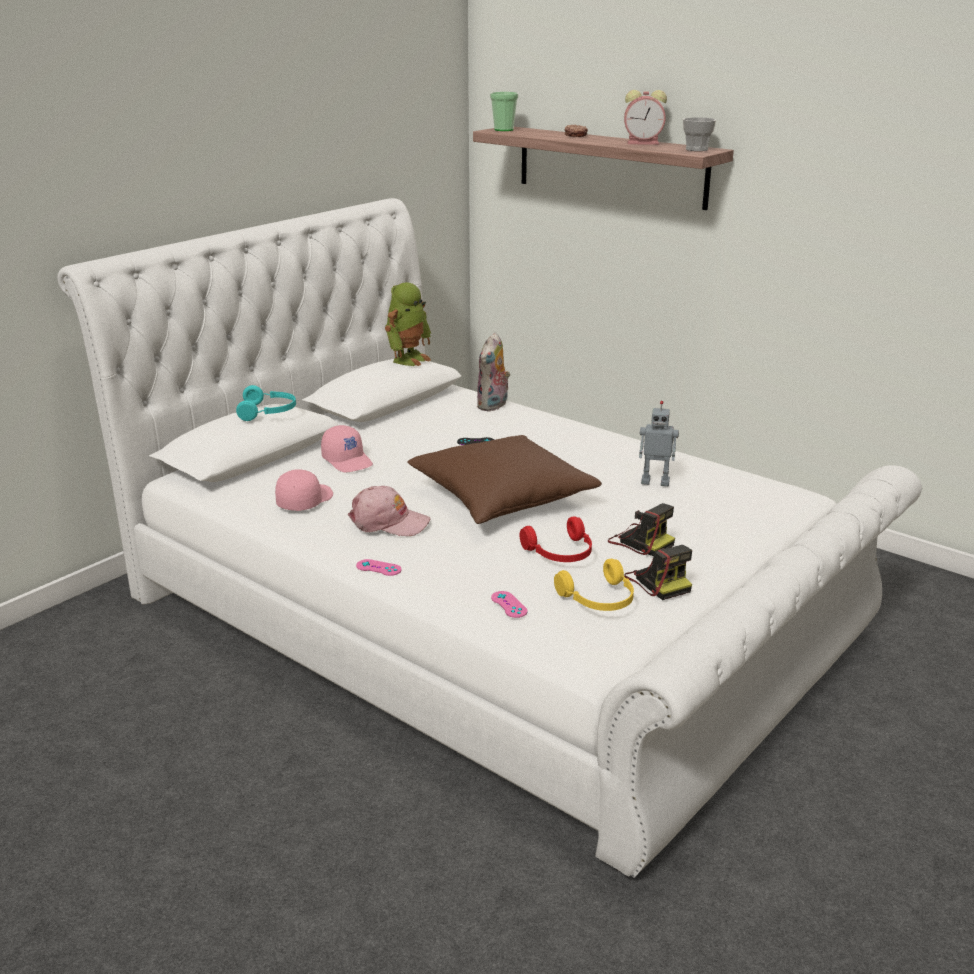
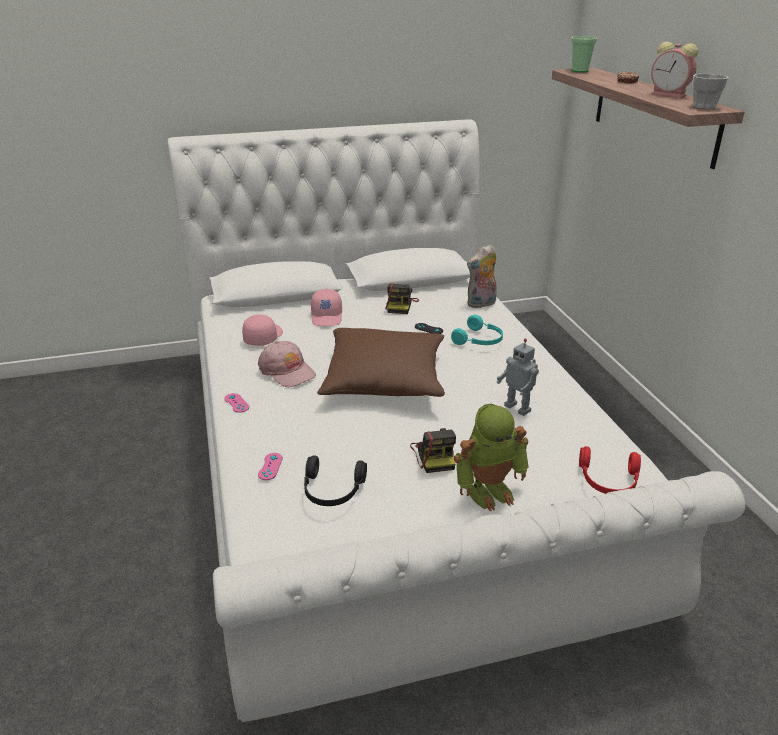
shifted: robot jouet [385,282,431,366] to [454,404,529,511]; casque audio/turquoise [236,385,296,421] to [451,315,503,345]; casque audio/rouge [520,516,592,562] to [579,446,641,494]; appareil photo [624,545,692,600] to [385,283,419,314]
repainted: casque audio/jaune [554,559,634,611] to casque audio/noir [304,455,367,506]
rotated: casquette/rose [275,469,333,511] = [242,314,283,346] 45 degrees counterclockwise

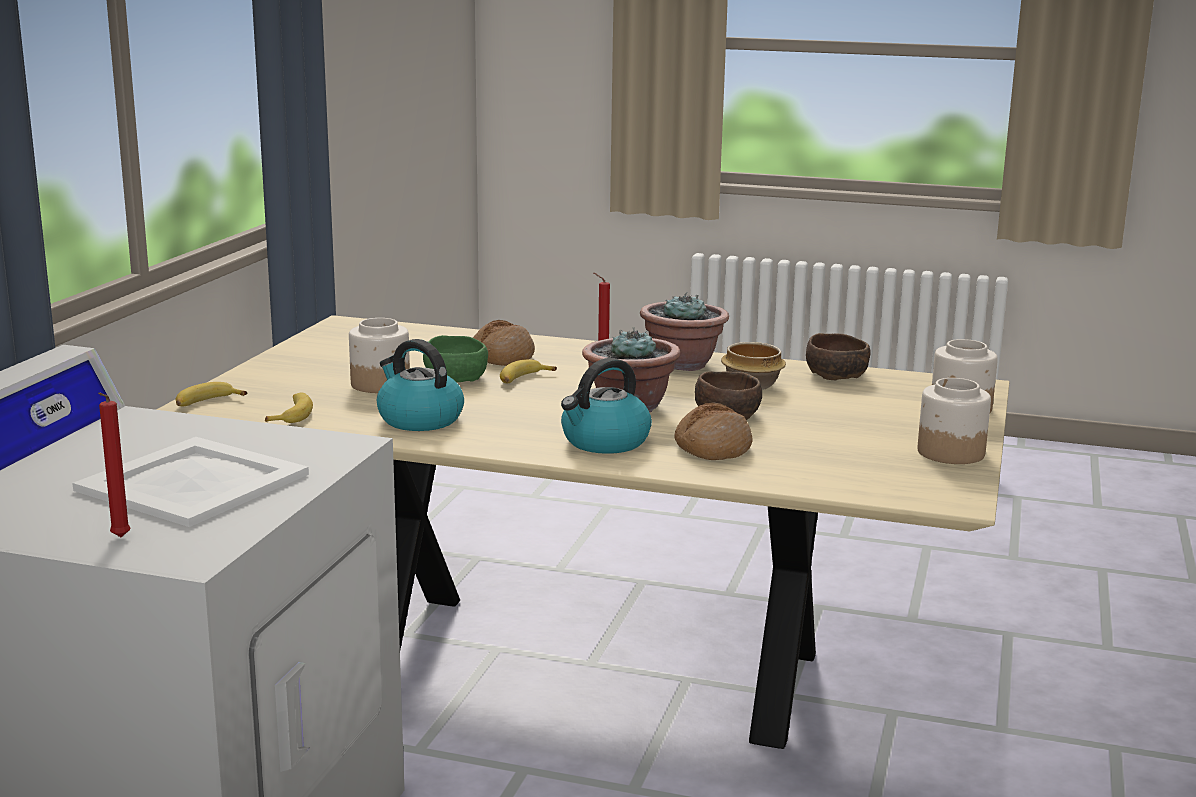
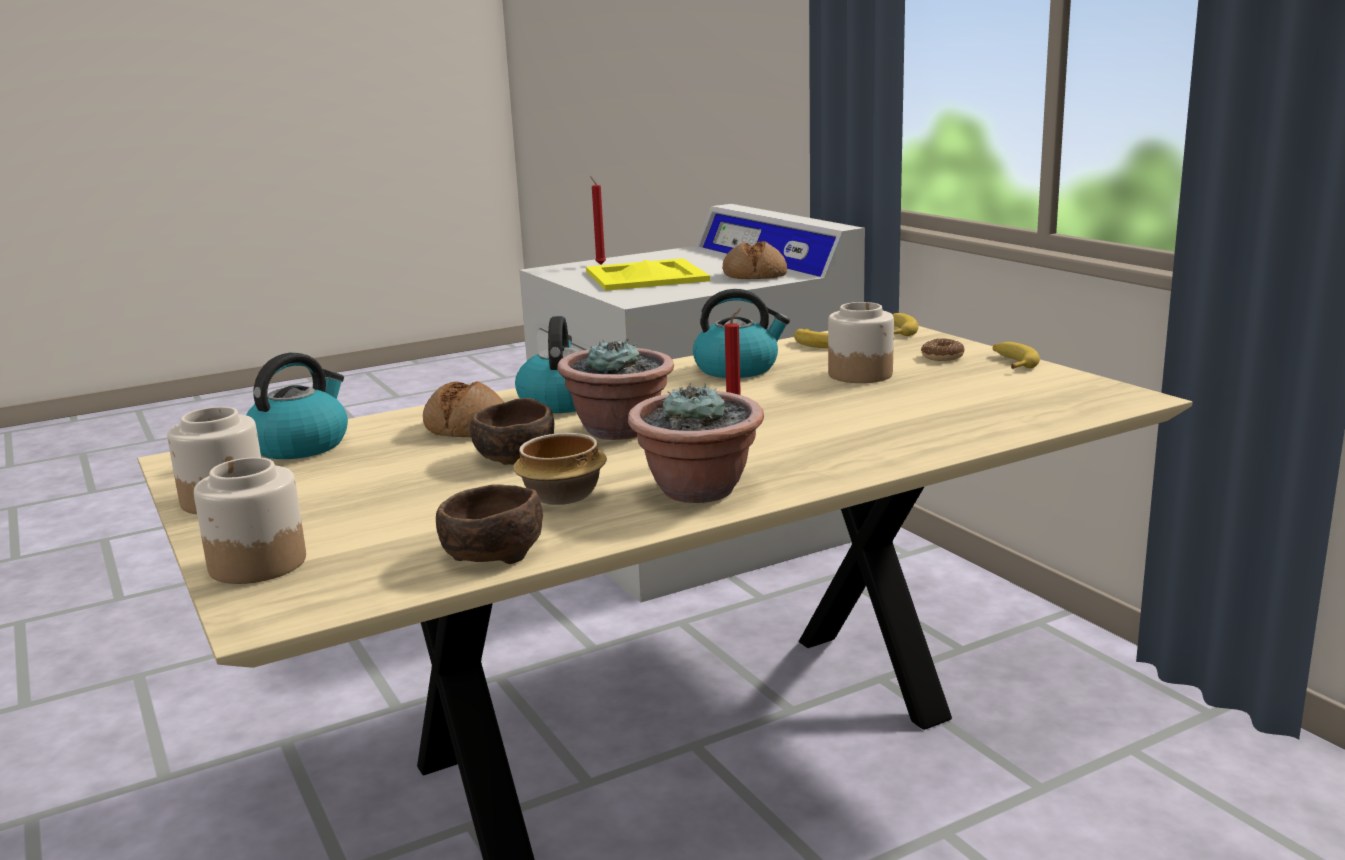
gone: bol/vert [423,335,488,382]
new: beignet [921,338,965,361]; bouilloire [246,353,348,459]
shifted: pain [473,320,535,366] to [722,241,787,279]; banane [500,359,557,383] to [993,342,1040,369]
repainted: plateau/blanc [72,437,309,527] to plateau/jaune [586,258,710,291]

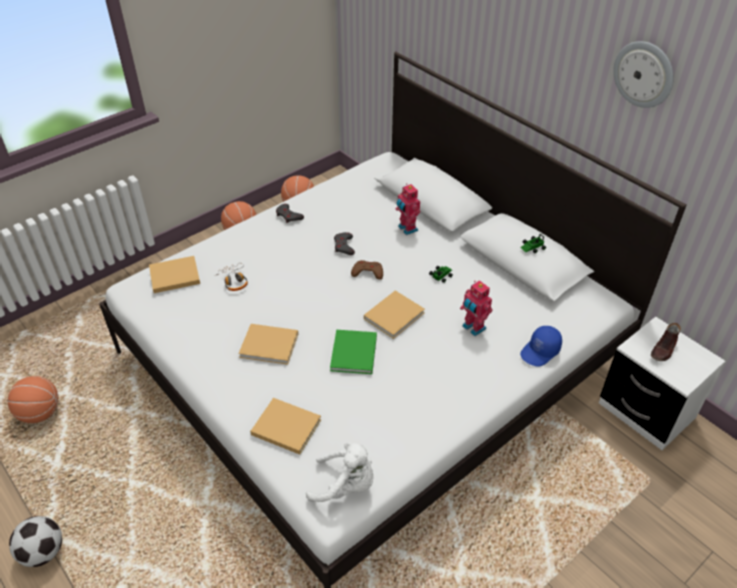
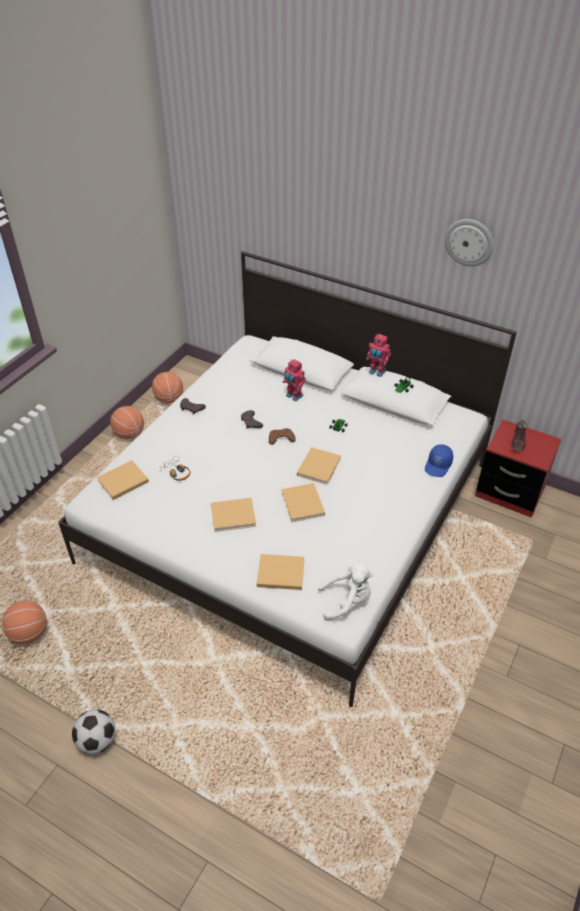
shifted: robot jouet [460,280,493,336] to [367,334,391,377]
repainted: table de chevet/blanc [599,317,725,450] to table de chevet/rouge [475,420,562,518]; livre/vert [330,330,377,374] to livre/beige [282,483,325,522]

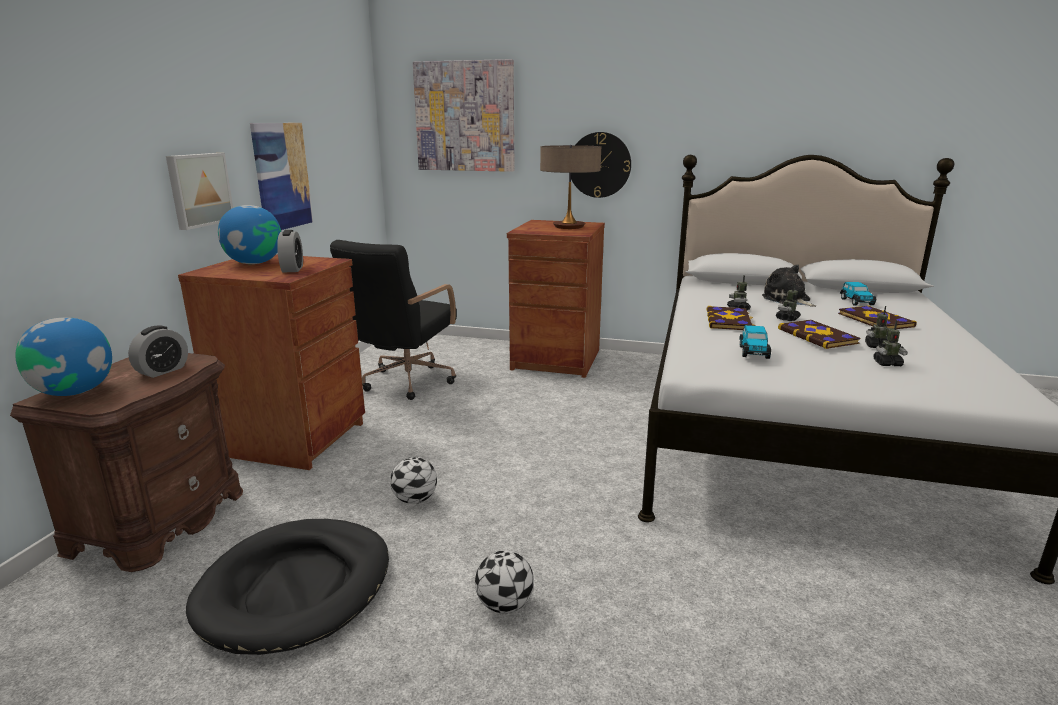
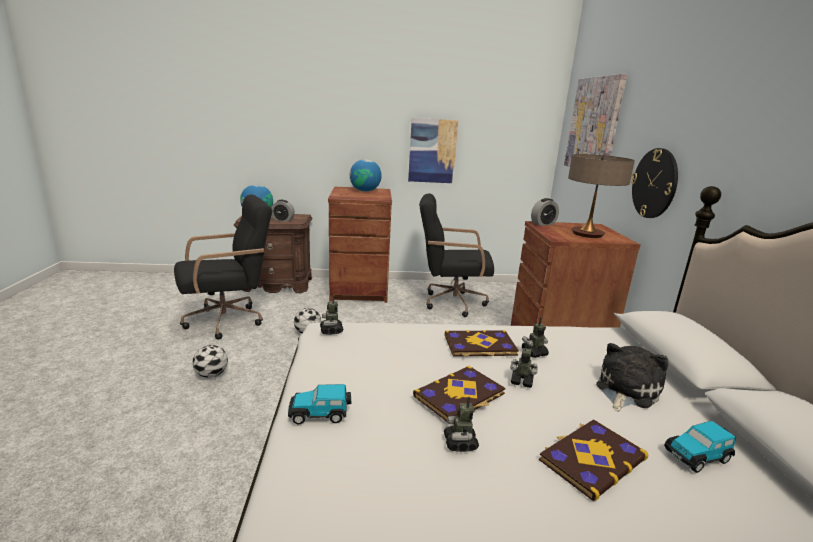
gone: tableau [166,153,233,230]
shifted: réveil [277,230,303,272] to [531,198,559,226]; robot jouet [874,320,908,366] to [320,295,343,335]; petite voiture [739,325,771,359] to [288,384,351,424]
swapped: panier pour chien/noir [186,519,389,655] to chaise de bureau/noir [174,195,273,340]

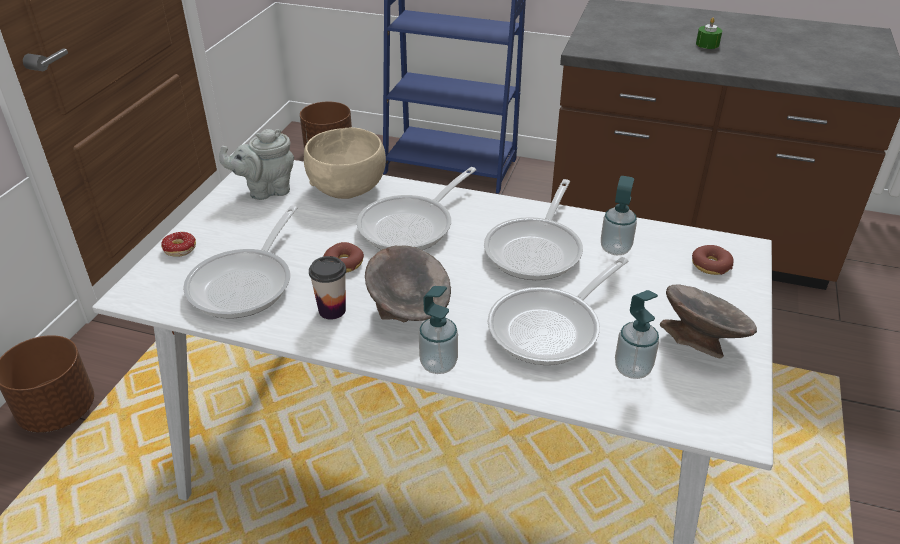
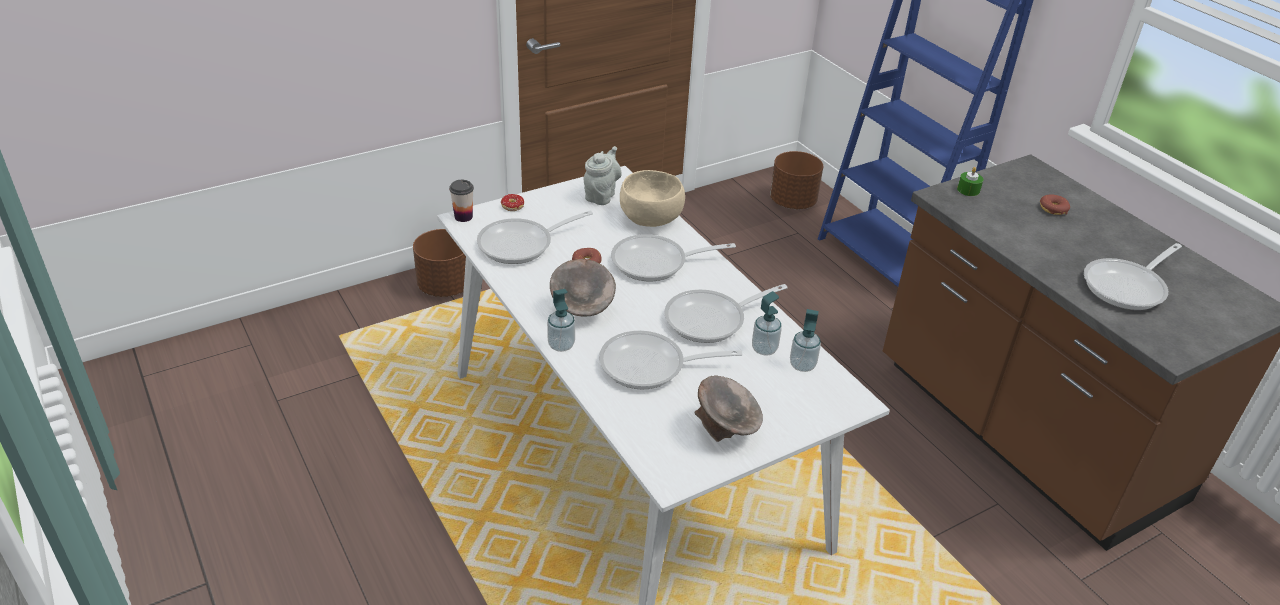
new: poêle [1084,243,1182,310]
shifted: bougie/vert [696,18,722,49] to [957,167,983,196]; beignet [692,245,734,275] to [1040,194,1070,215]; tasse [309,256,346,319] to [449,180,474,222]; distributeur de savon [615,290,659,379] to [790,309,821,372]
rotated: théière/gris [219,129,294,200] = [583,146,621,205] 90 degrees clockwise

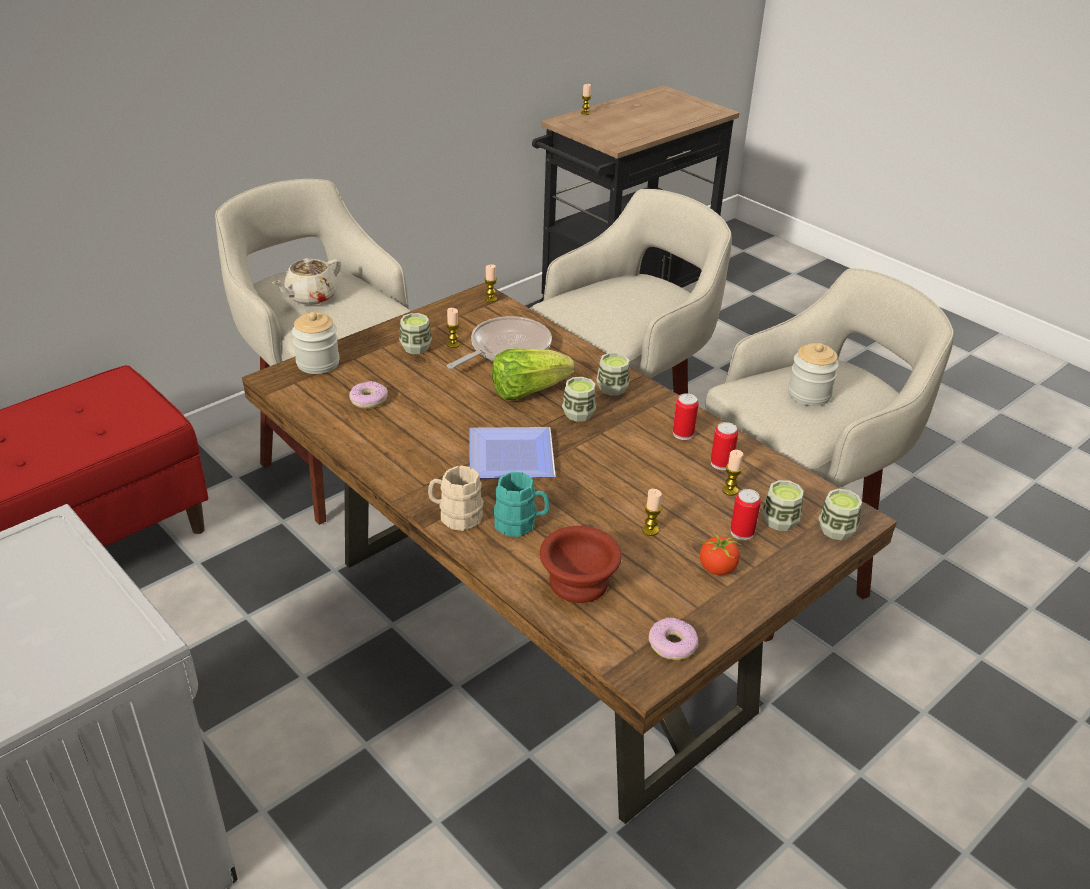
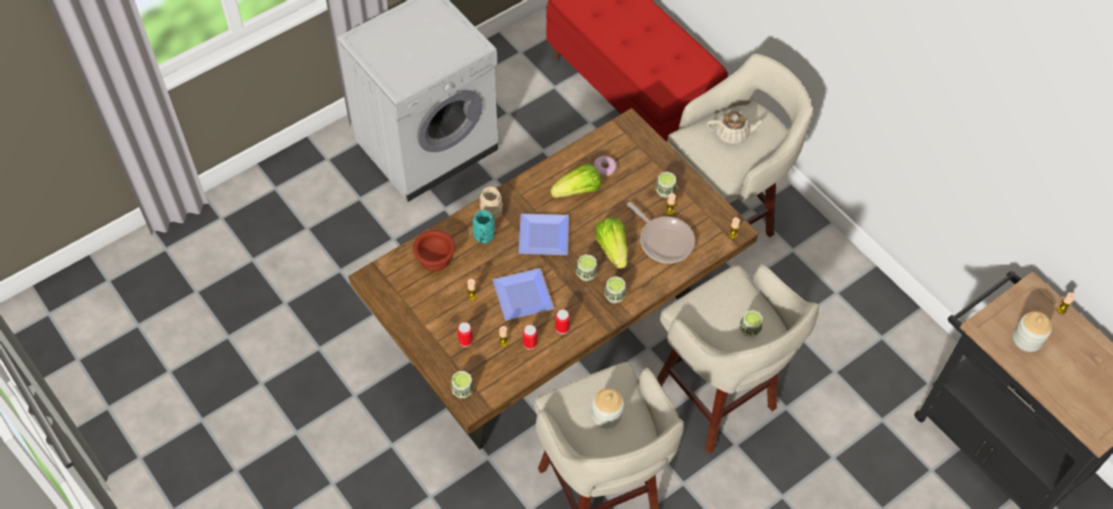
gone: tomate [699,532,741,575]; beignet [649,618,698,660]
new: laitue [550,164,601,198]; assiette [493,268,554,321]
shifted: bocal [292,312,340,374] to [1013,311,1052,352]; tasse [762,480,804,531] to [740,310,763,337]
rotated: théière/beige [272,258,341,305] = [707,110,765,144] 135 degrees clockwise

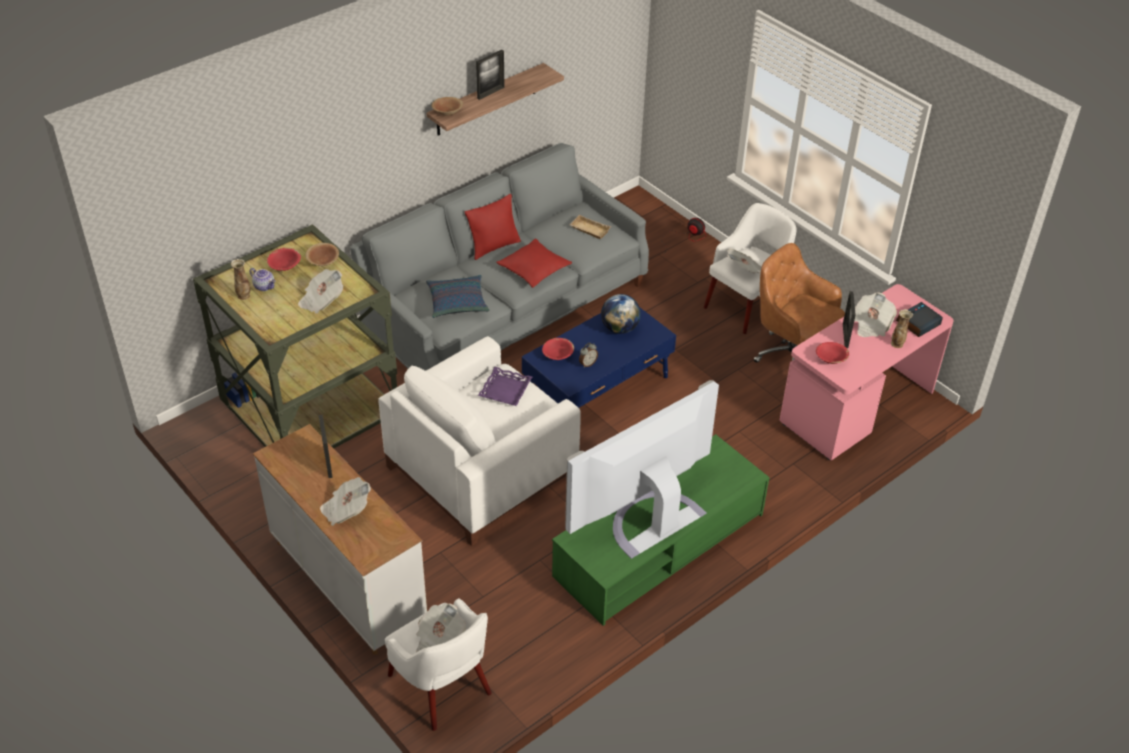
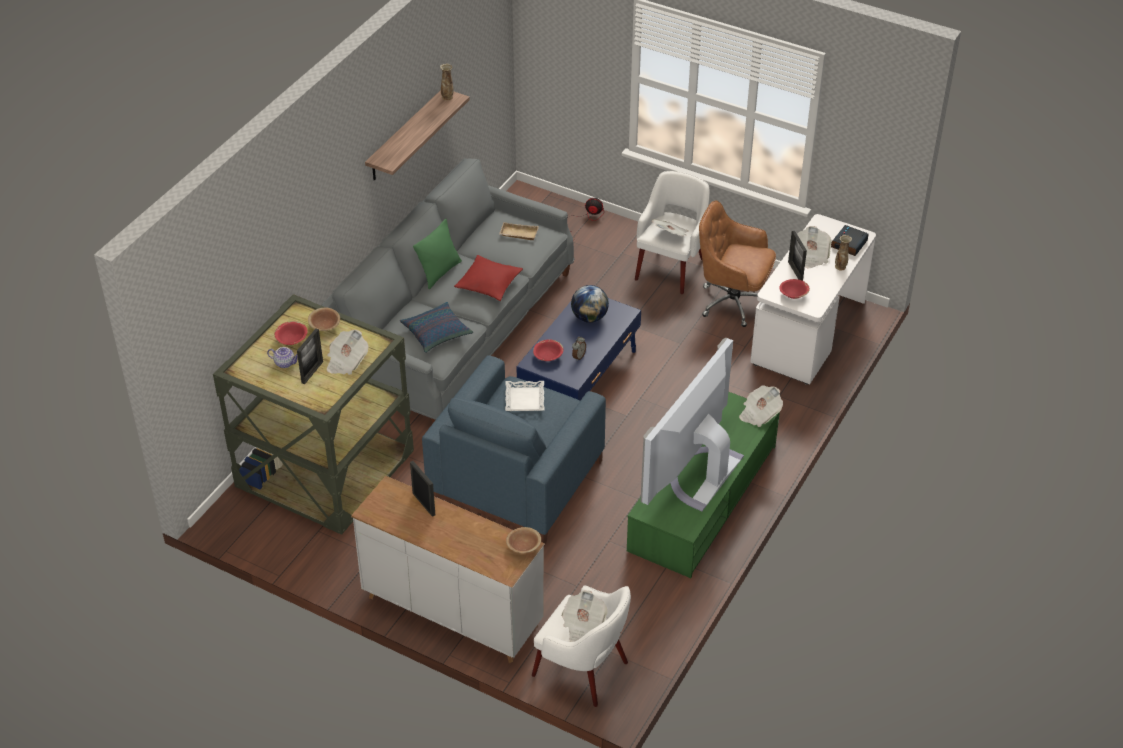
shifted: cadre photo [476,50,505,100] to [297,329,323,384]; bol/marron [431,97,463,116] to [506,527,541,553]; vase [231,259,250,300] to [440,63,454,101]; journal [320,477,371,526] to [739,385,783,427]
repainted: coussin/rouge [465,194,521,260] to coussin/vert [413,219,462,289]; bureau/rose [780,284,954,461] to bureau/blanc [750,214,876,385]; fauteuil/blanc [378,336,581,546] to fauteuil/bleu [422,355,606,546]; plateau/violet [478,367,532,406] to plateau/blanc [505,381,544,411]

